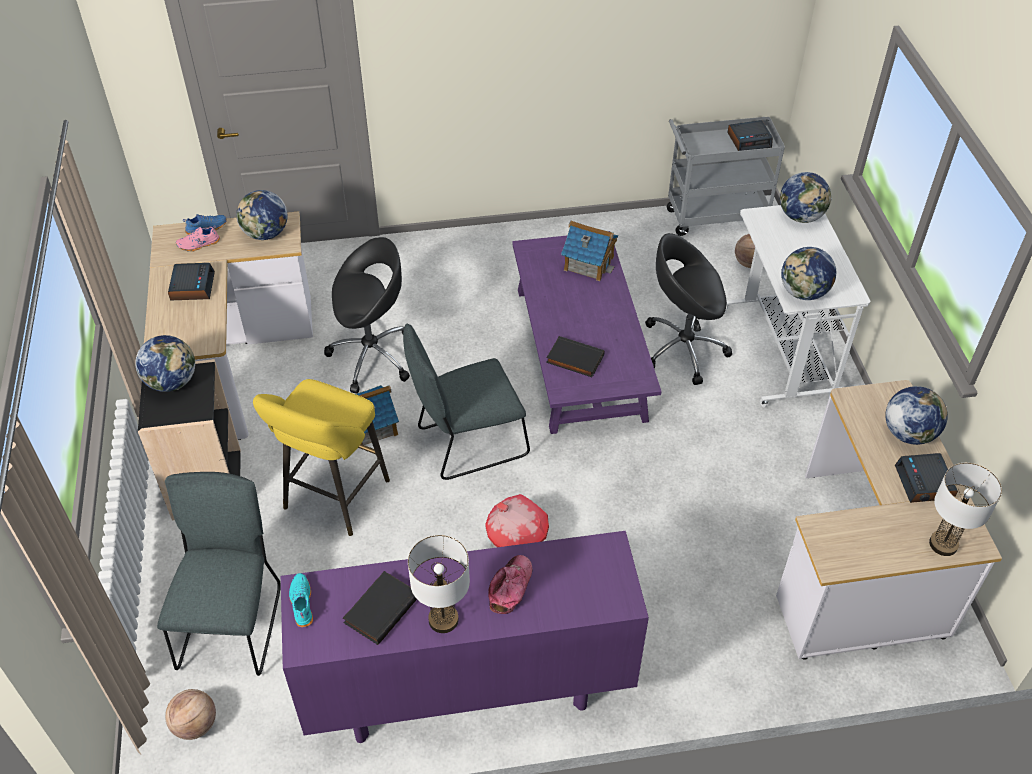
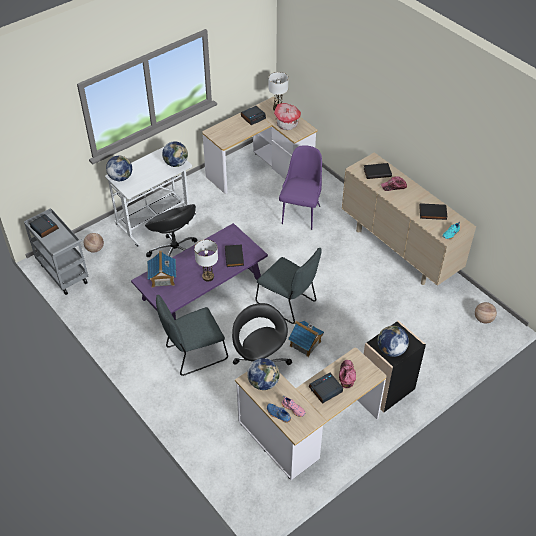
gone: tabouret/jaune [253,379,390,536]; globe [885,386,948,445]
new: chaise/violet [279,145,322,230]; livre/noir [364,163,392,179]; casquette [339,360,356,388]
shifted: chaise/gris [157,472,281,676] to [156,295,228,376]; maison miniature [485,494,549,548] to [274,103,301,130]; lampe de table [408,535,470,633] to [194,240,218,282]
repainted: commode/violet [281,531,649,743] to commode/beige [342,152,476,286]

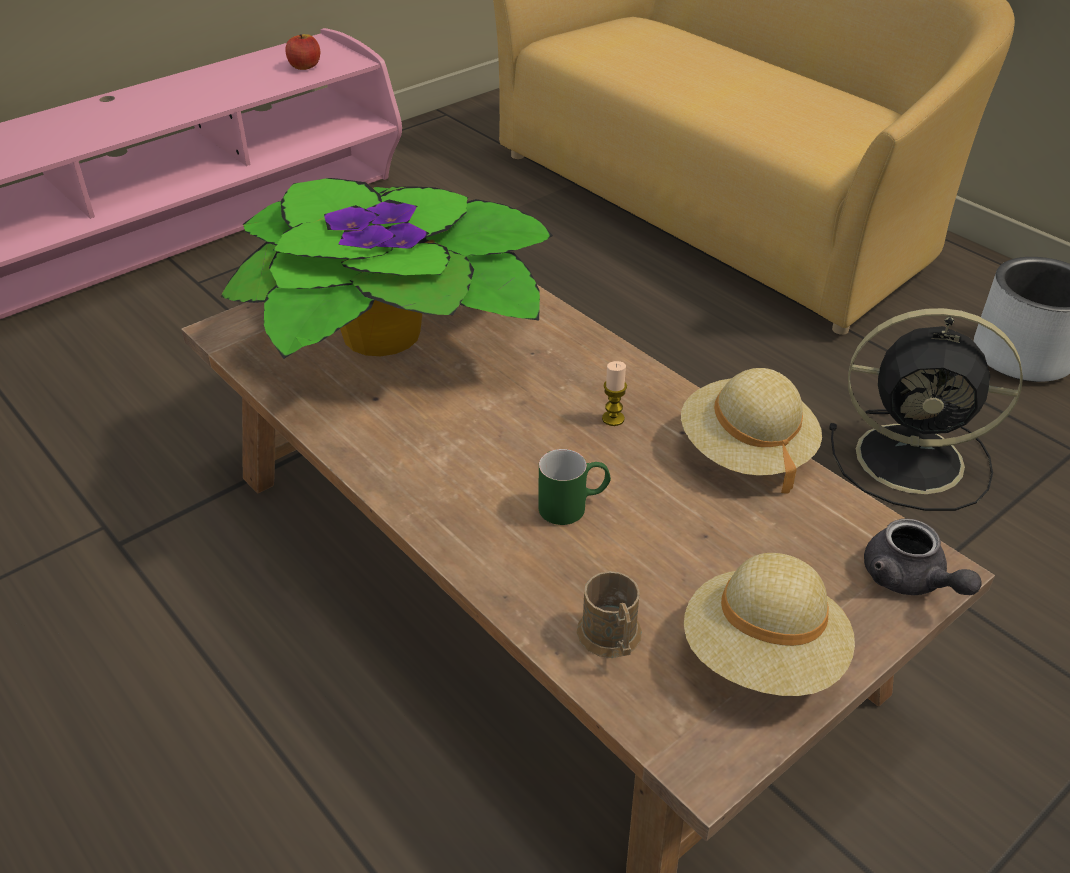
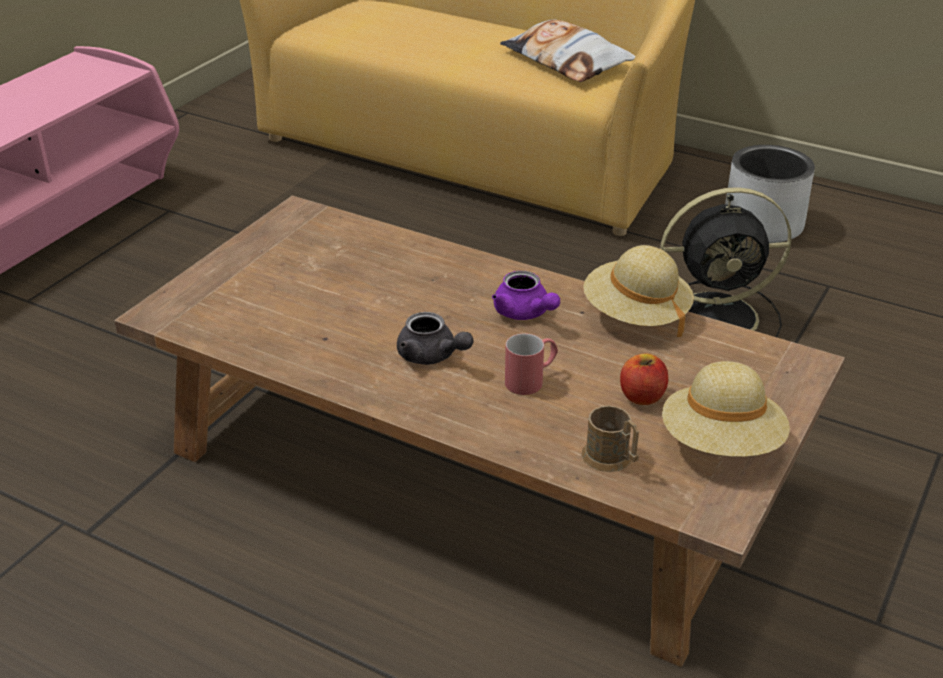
gone: plante en pot [220,178,553,359]
new: coussin [500,19,636,82]
shifted: pomme [286,34,320,70] to [620,353,668,405]; théière/gris [864,518,982,595] to [397,312,474,365]
swapped: bougie [602,361,627,426] to théière/violet [492,271,560,320]
repainted: mug/vert [539,449,611,525] to mug/rouge [505,333,558,395]

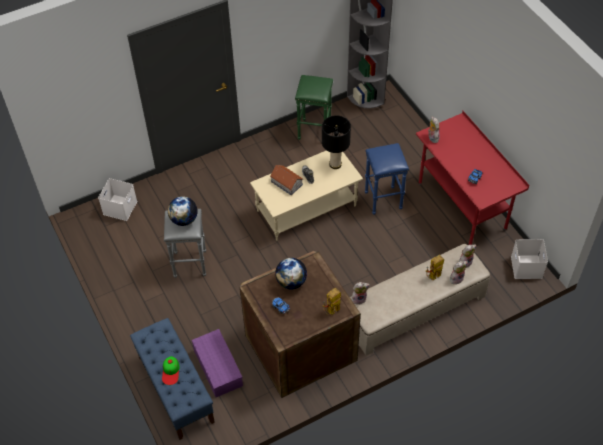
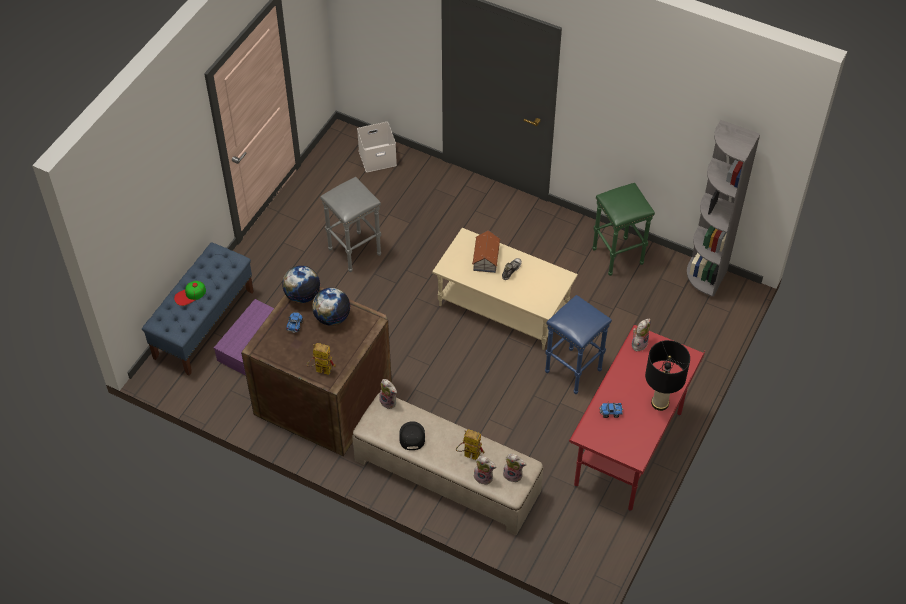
gone: boîte de rangement/blanc [511,239,548,279]
new: casquette/noir [399,421,425,450]
shifted: lampe de table/noir [322,115,351,169] to [645,340,690,411]; globe [168,196,198,226] to [282,266,320,303]

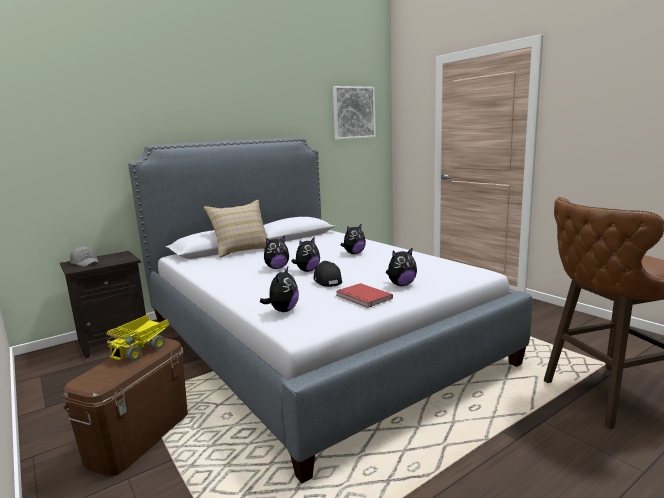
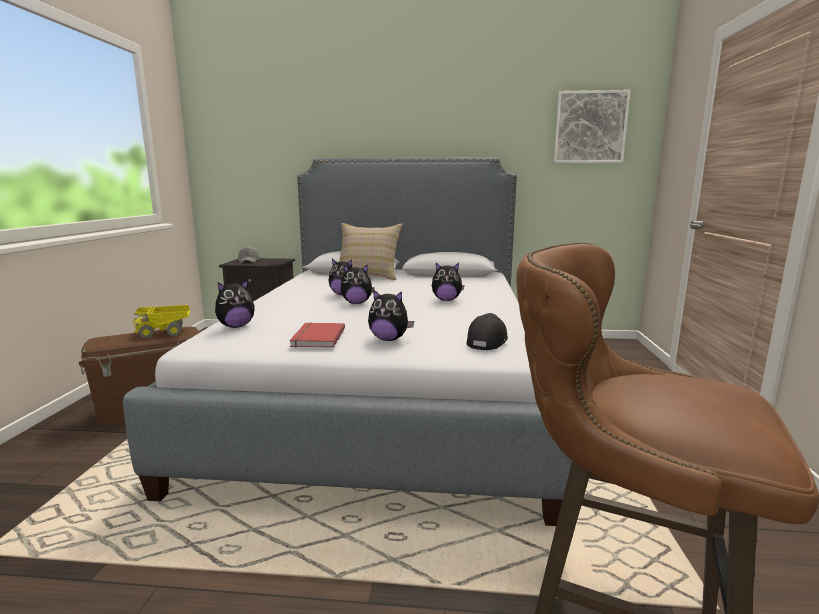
shifted: casquette/noir [313,261,342,287] to [466,313,508,350]

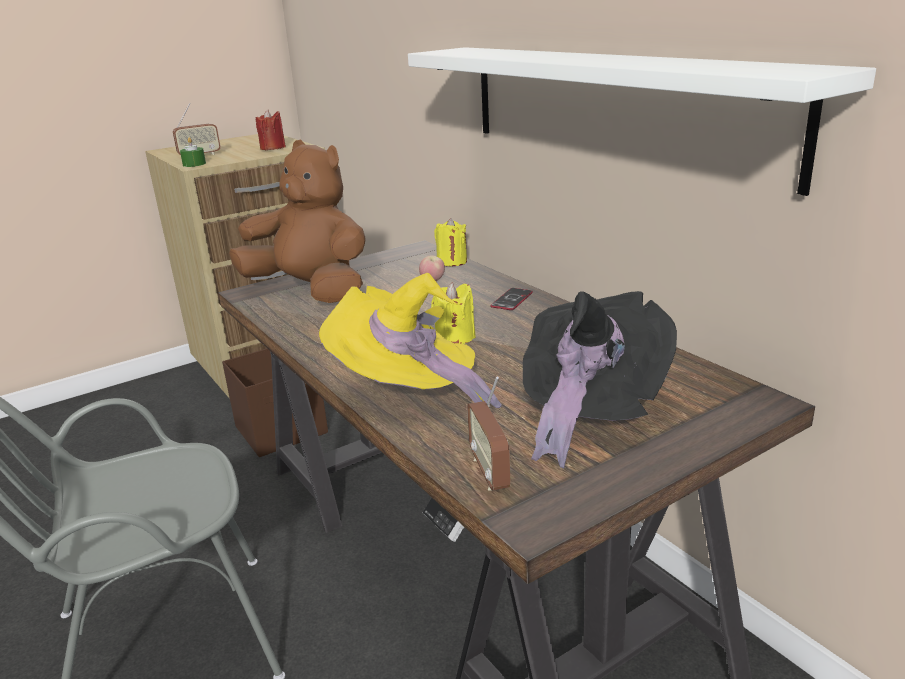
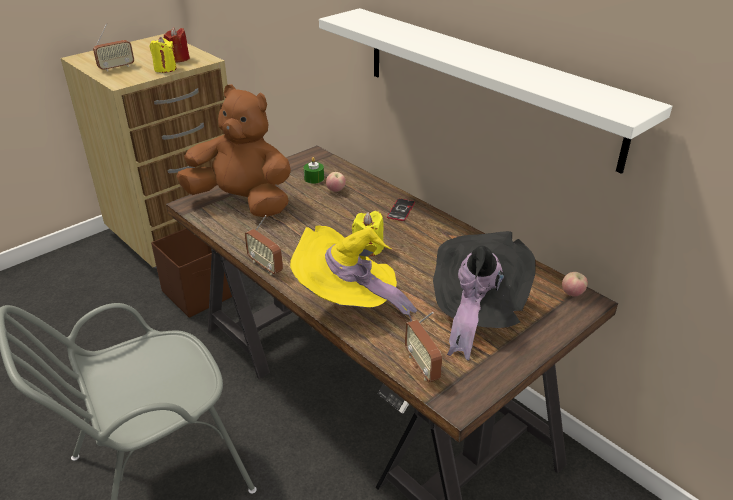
new: radio [245,215,283,275]; pomme [562,272,588,297]
shifted: bougie/vert [180,137,206,167] to [304,157,324,184]; bougie/jaune [434,218,467,267] to [150,37,177,73]

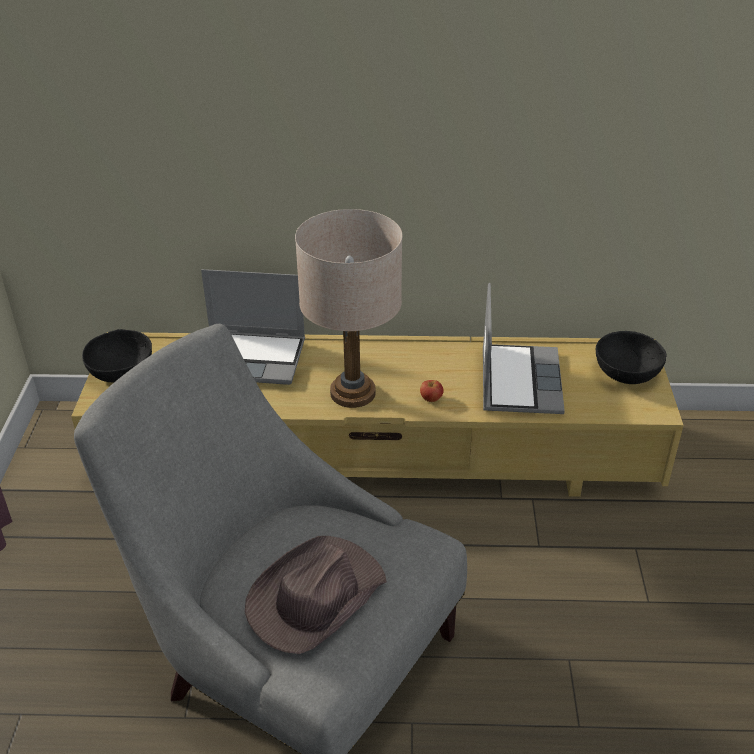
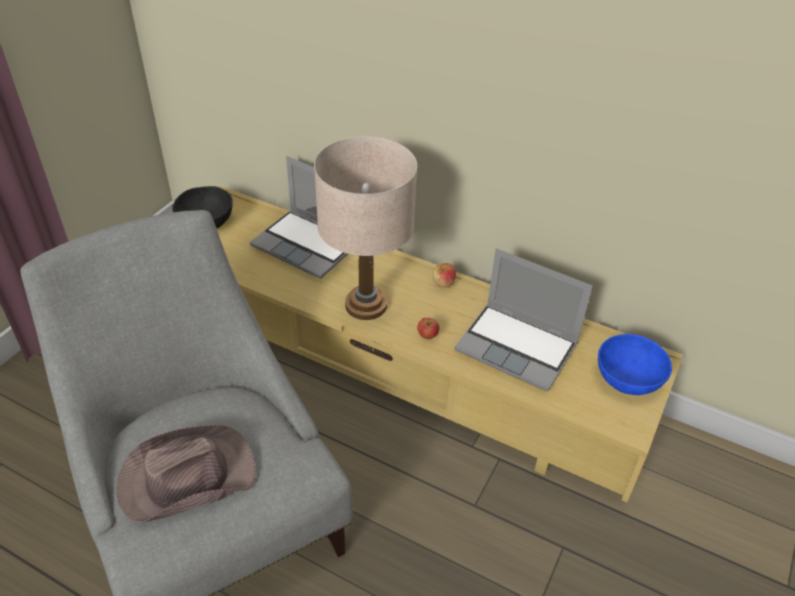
new: pomme [433,263,456,288]
repainted: bol/noir [596,331,667,384] to bol/bleu [598,334,672,395]
rotated: ordinateur portable [483,283,565,414] = [454,249,593,392] 90 degrees clockwise

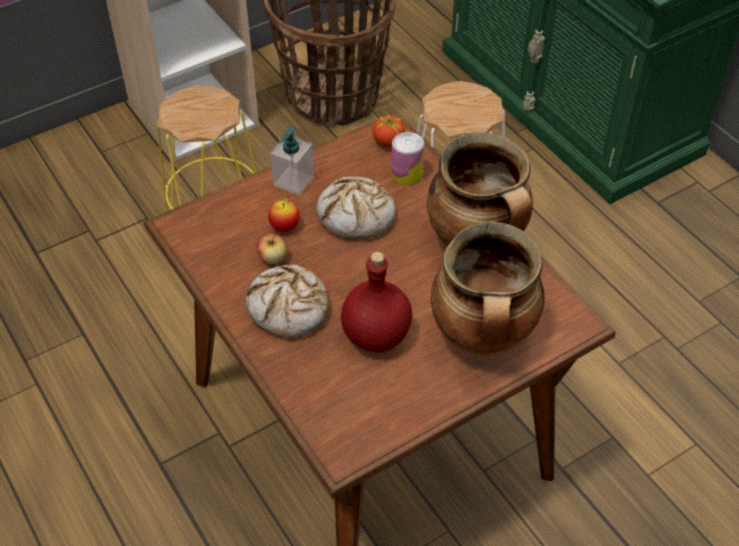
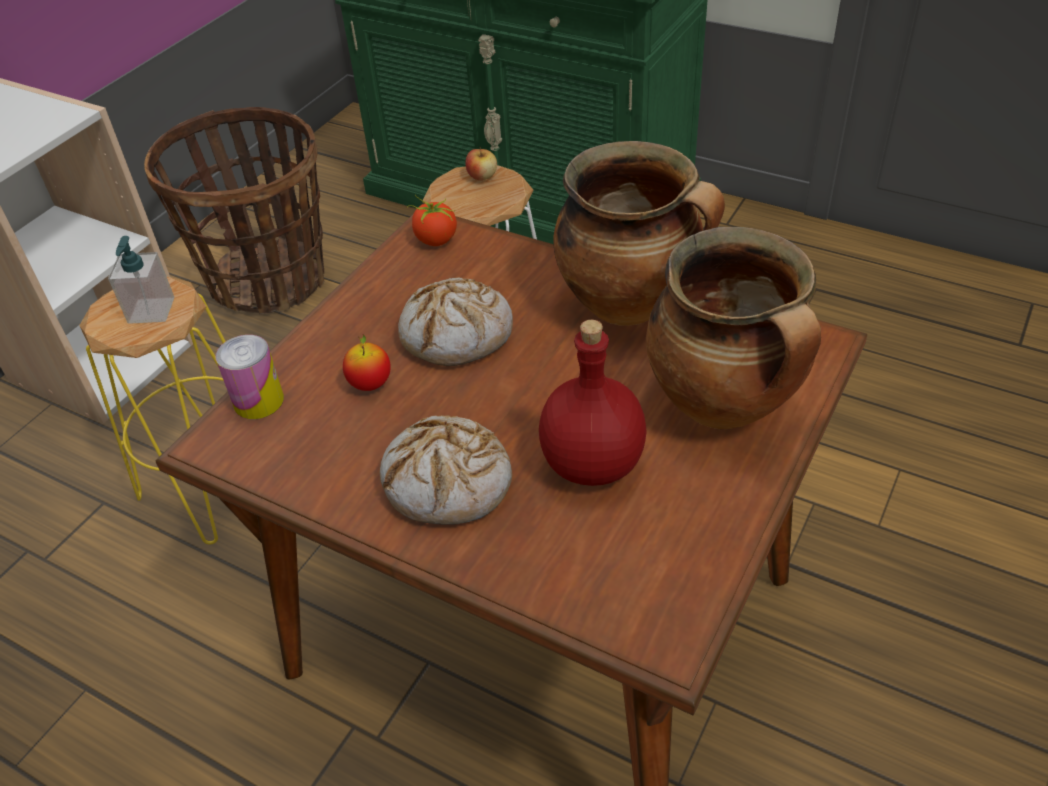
shifted: distributeur de savon [270,126,314,195] to [108,236,174,324]; boîte métallique [391,132,424,185] to [216,335,284,419]; pomme [256,233,287,264] to [465,147,497,181]

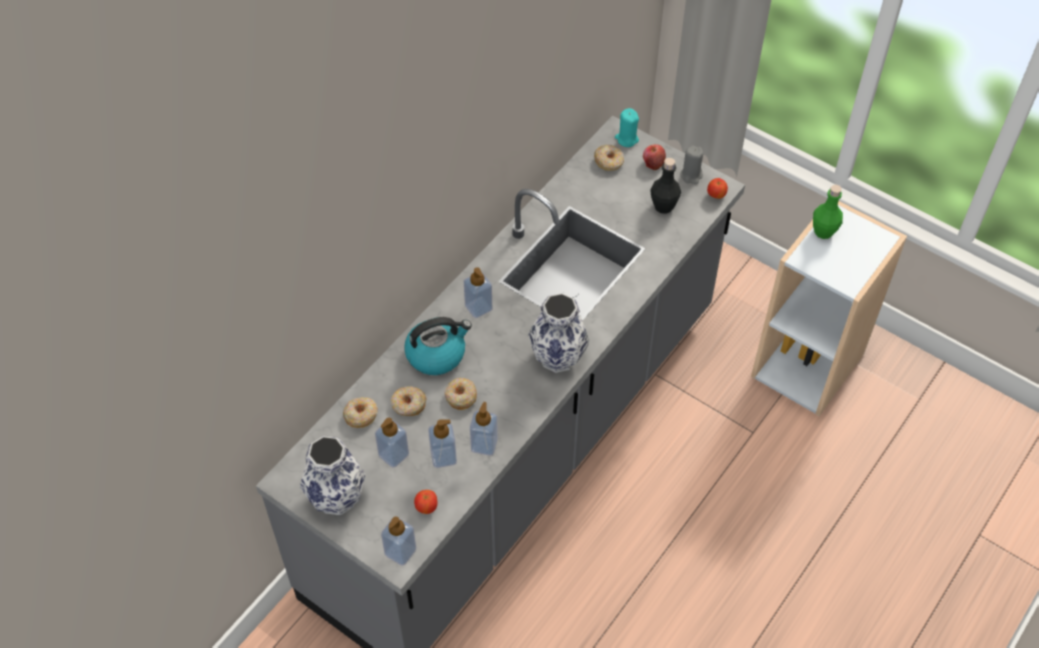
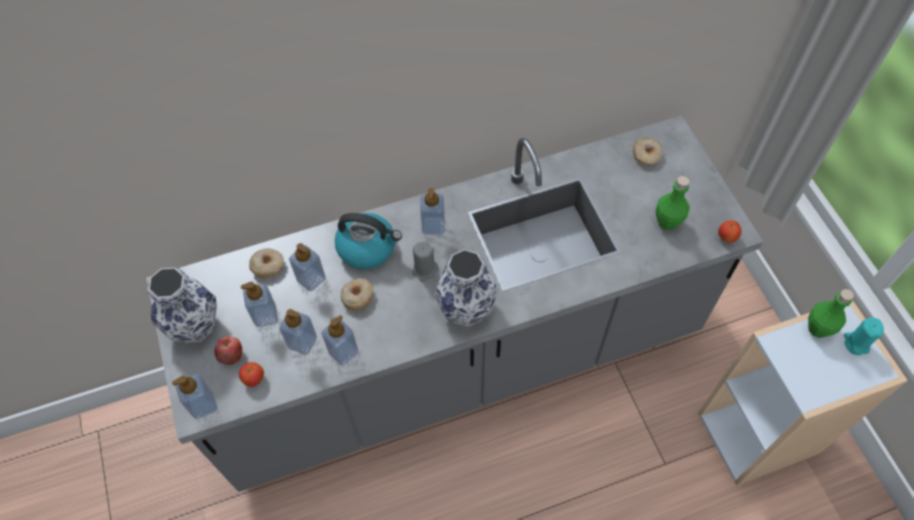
shifted: bougie/turquoise [615,108,639,147] to [844,318,884,356]; pomme [643,144,666,170] to [214,336,242,365]; bougie/gris [680,145,703,184] to [412,242,439,282]
swapped: beignet [391,387,427,416] to distributeur de savon [289,243,326,292]
repainted: bouteille/noir [650,158,681,214] to bouteille/vert [656,176,690,230]

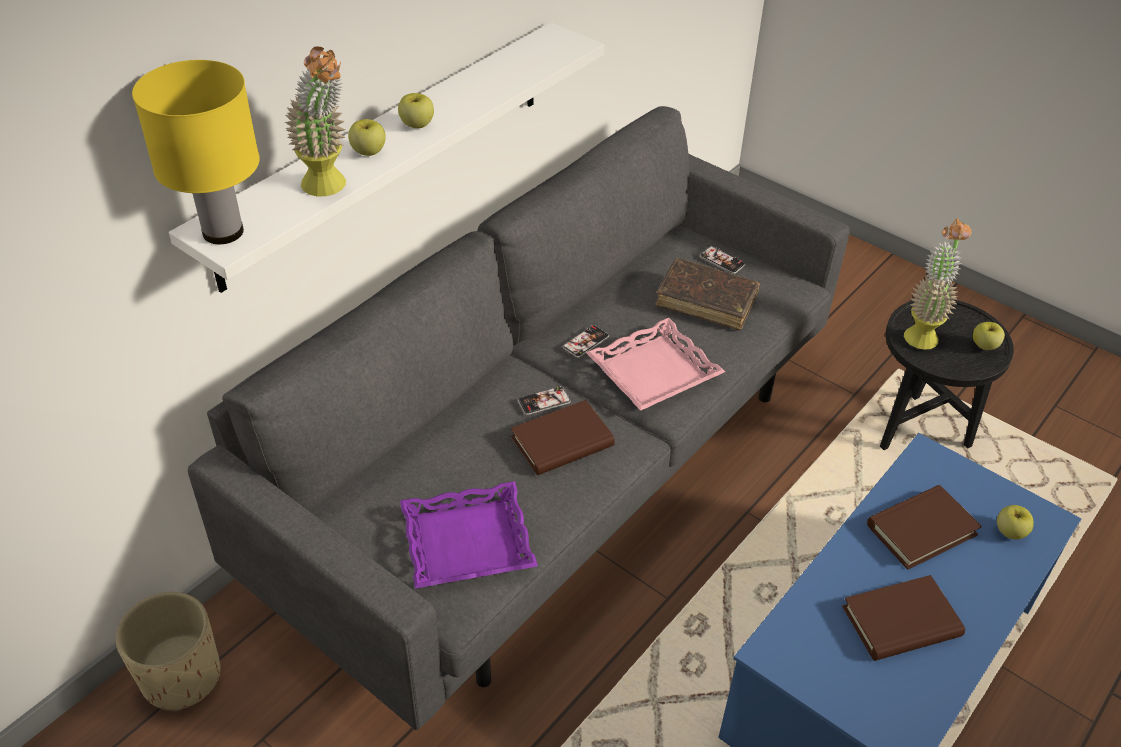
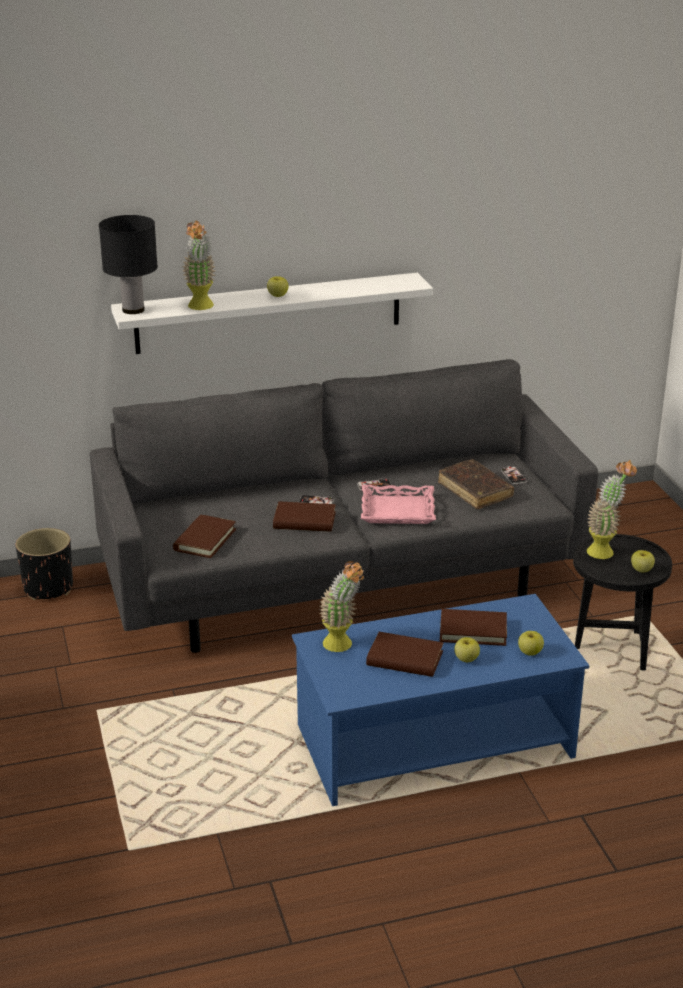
new: plante en pot [318,561,364,652]
shifted: pomme [348,119,386,156] to [454,637,480,662]
swapped: plateau/violet [400,481,538,589] to livre/marron [173,515,236,558]
repainted: lampe de table/jaune [132,60,260,244] to lampe de table/noir [99,215,158,314]; cache-pot/beige [116,592,221,712] to cache-pot/noir [15,528,73,600]

